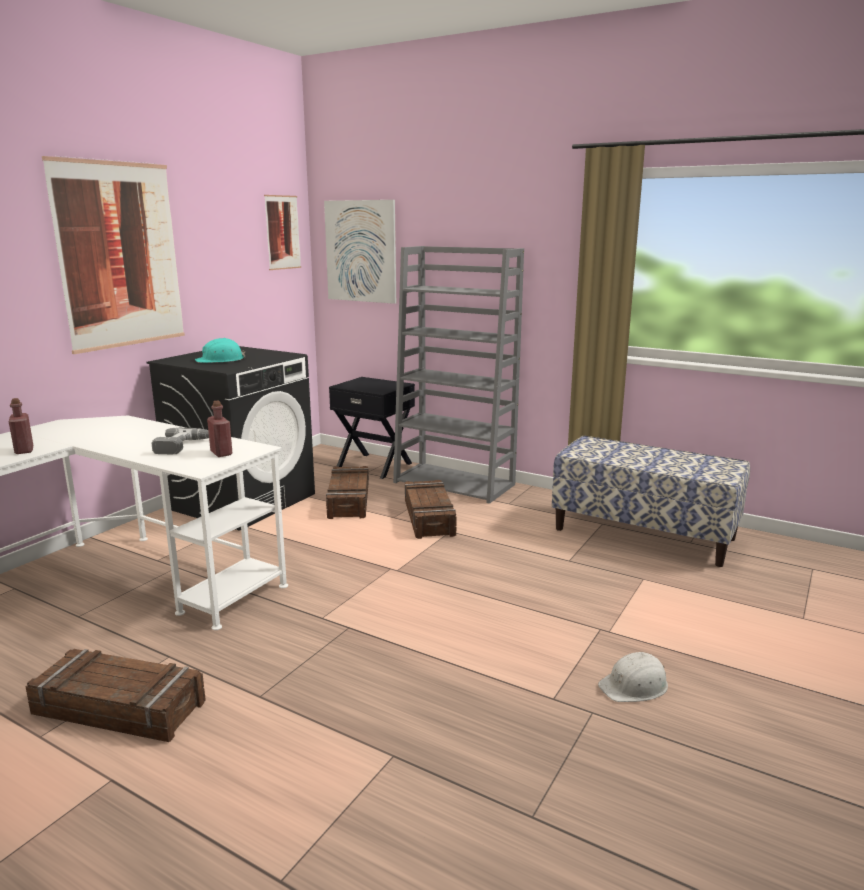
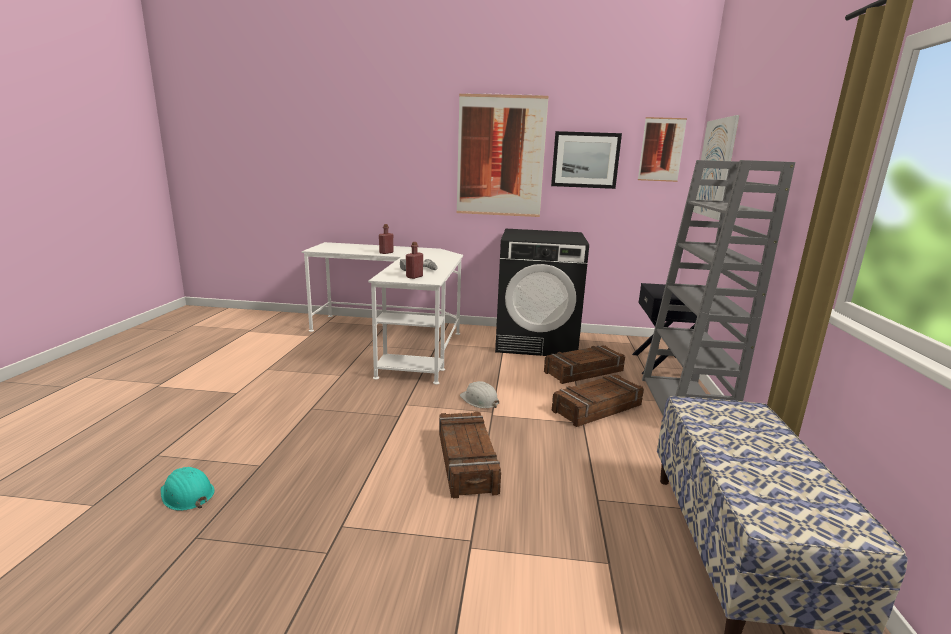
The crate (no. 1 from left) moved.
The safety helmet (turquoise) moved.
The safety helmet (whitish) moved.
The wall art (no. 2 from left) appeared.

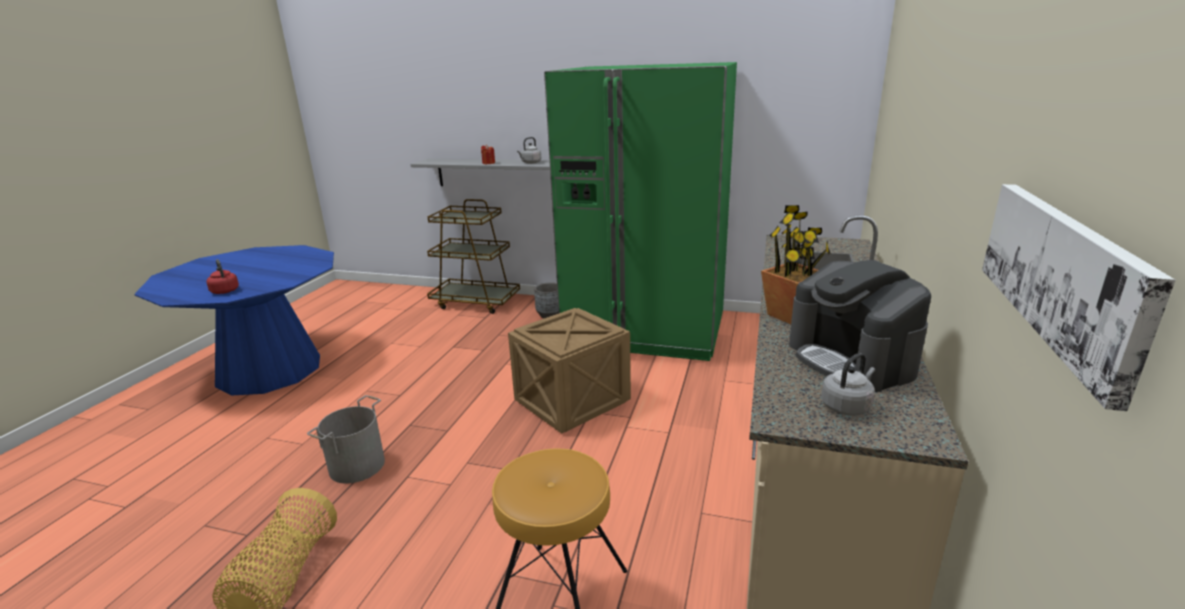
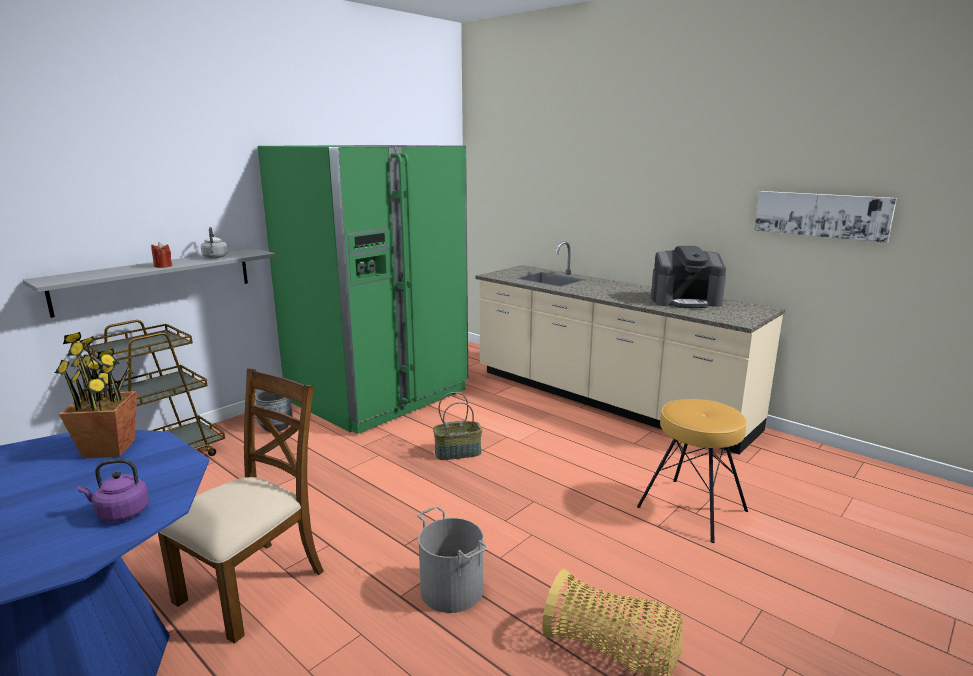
The tea kettle (red) became the tea kettle (purple).
The crate was replaced by the household basket (no. 1 from left).
The houseplant moved.
The tea kettle (greyish) (no. 2 from left) disappeared.
The chair (brownish) appeared.

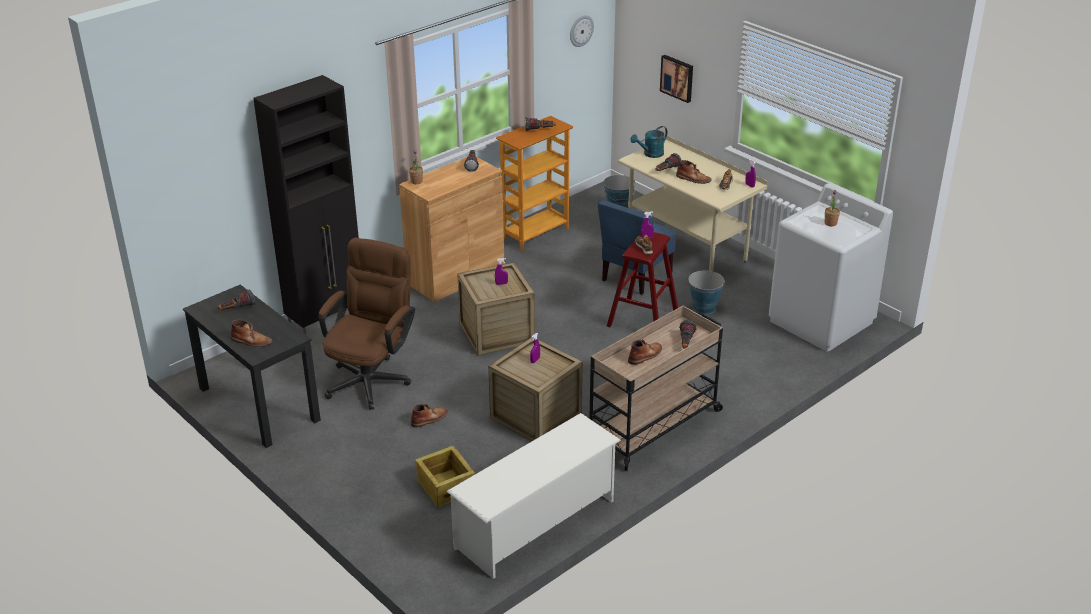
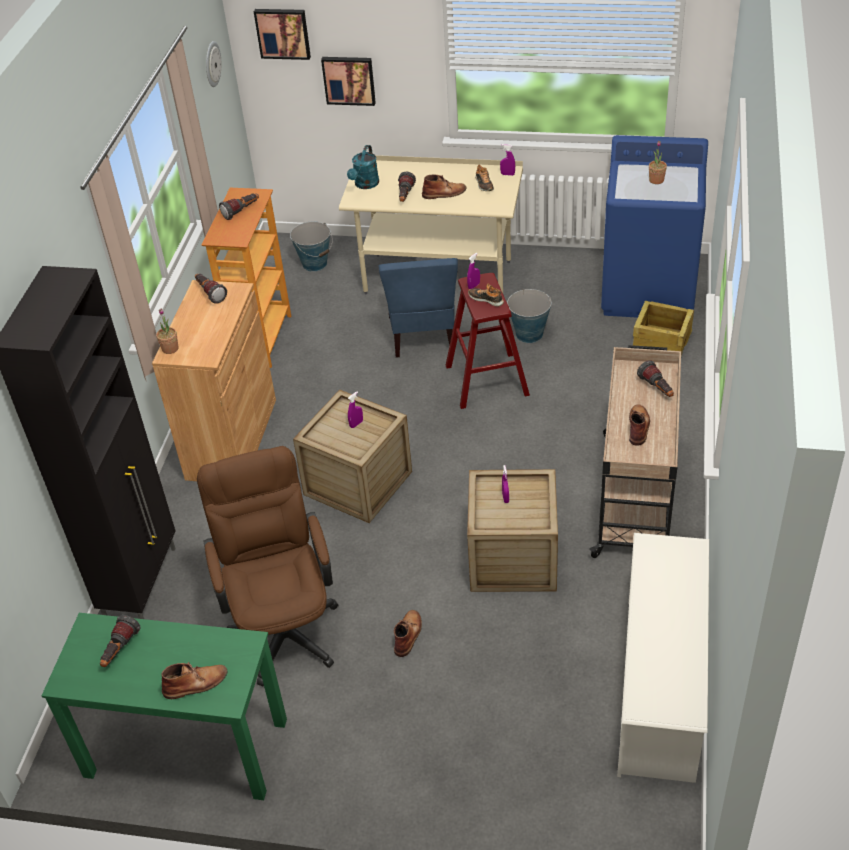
The desk table (black) became the desk table (green-coloured).
The crate (no. 1 from left in the first image) moved.
The washing machine (whitish) became the washing machine (blue-coloured).
The wall art (no. 1 from left) appeared.

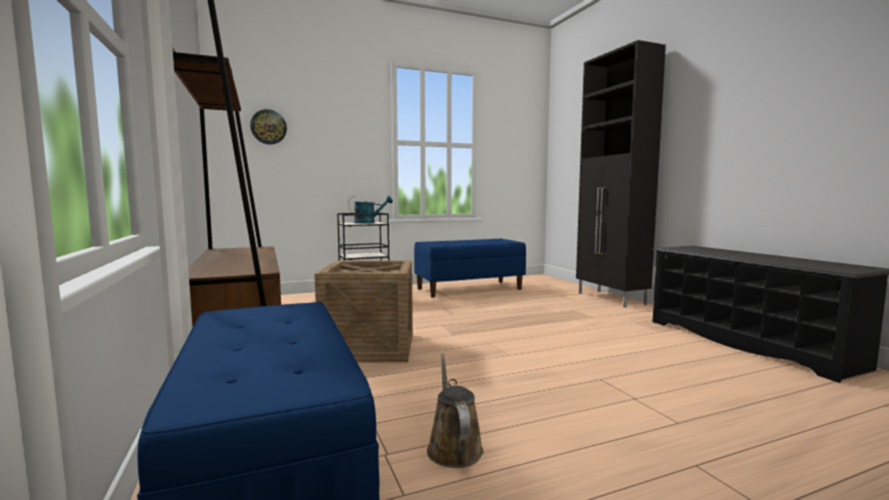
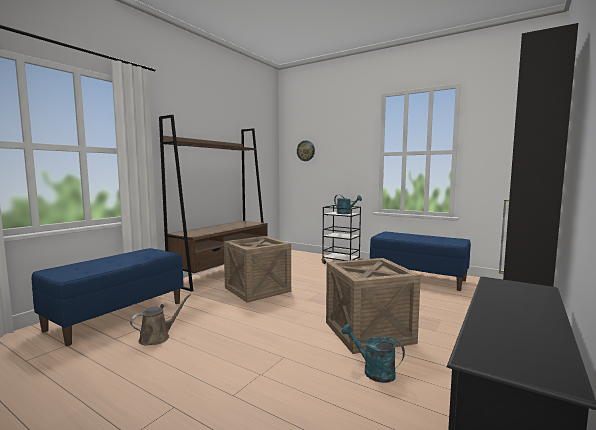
The crate (no. 2 from left) appeared.
The watering pot (turquoise) (no. 2 from left) appeared.

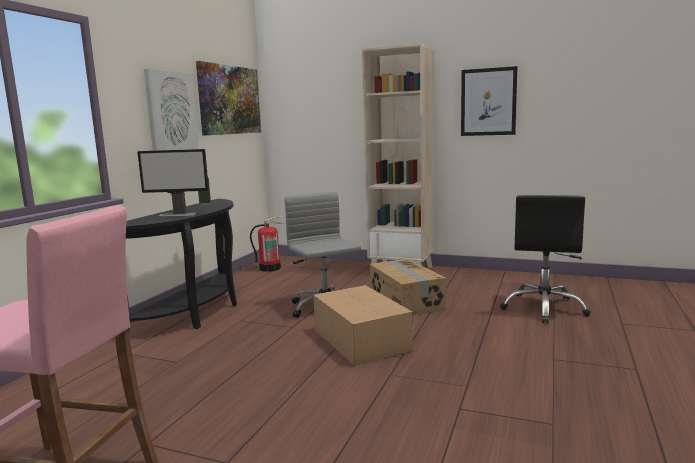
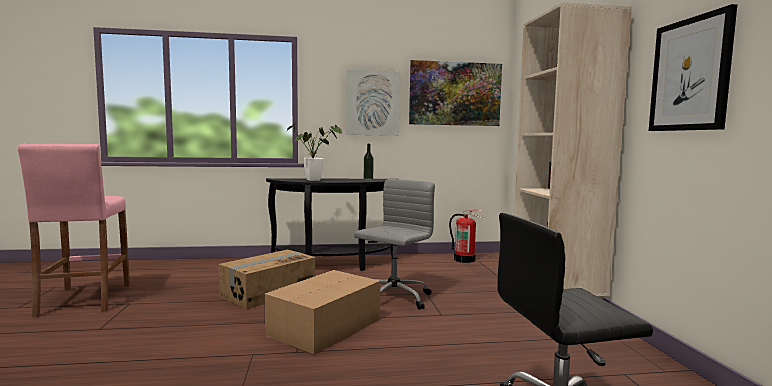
The monitor was replaced by the houseplant.
The cardboard box (no. 2 from left in the first image) moved.

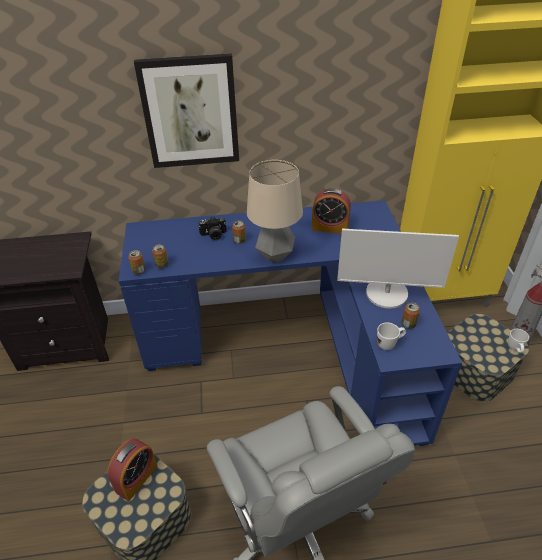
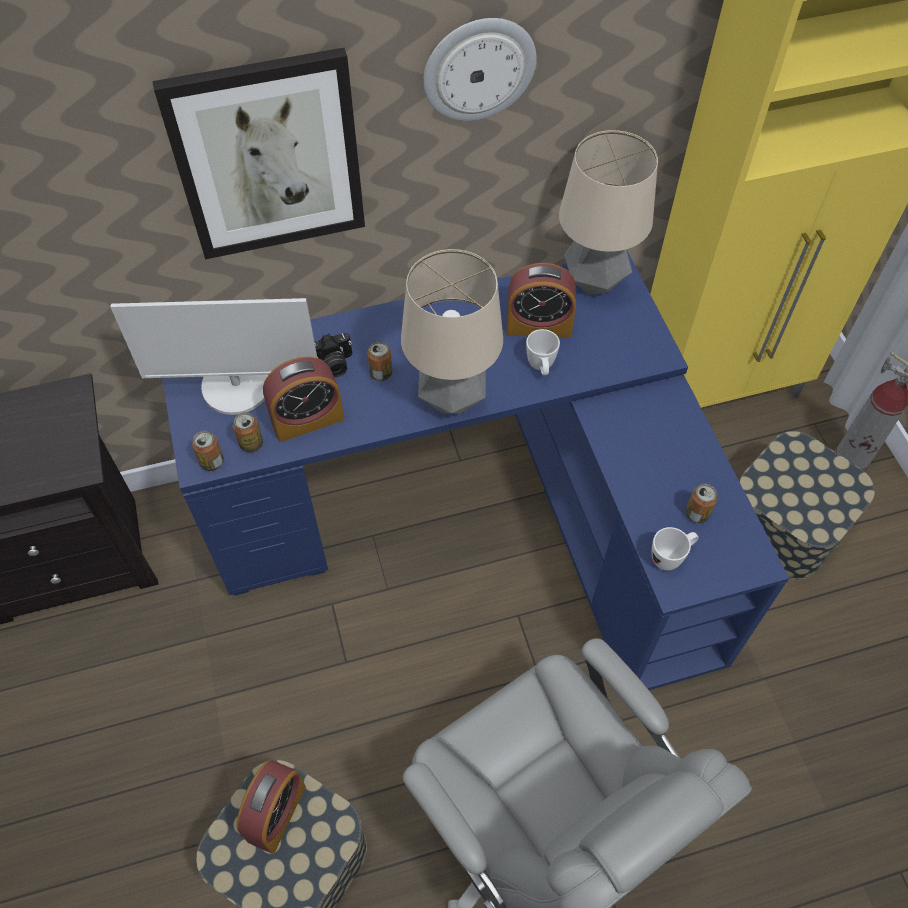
The monitor moved.
The coffee mug (whitish) (no. 2 from left in the first image) moved.
The bedside clock (no. 2 from left) appeared.
The wall clock appeared.
The lamp for a table (no. 2 from left) appeared.

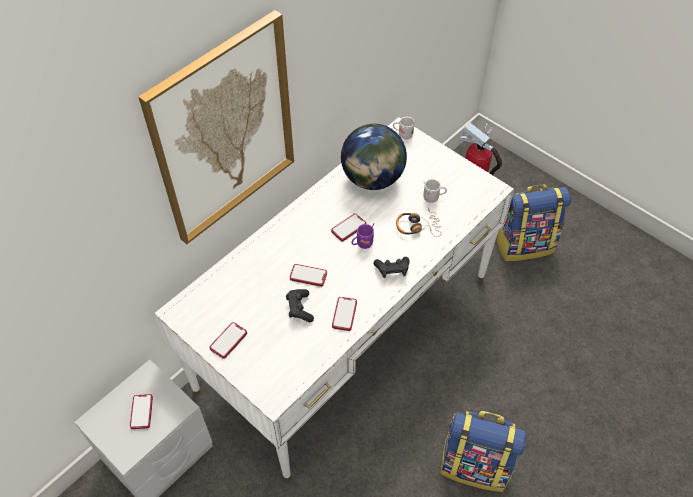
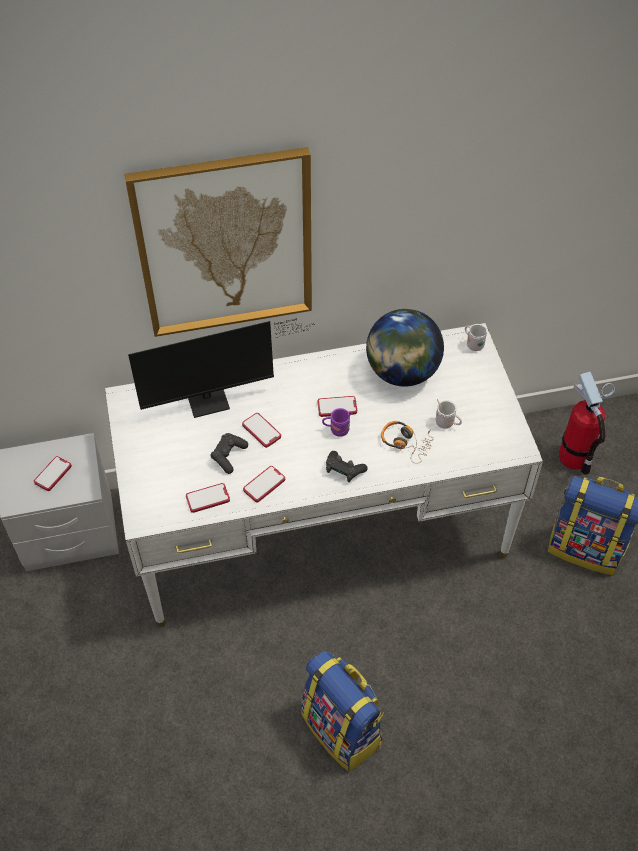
The phone (no. 2 from left) moved.
The monitor appeared.

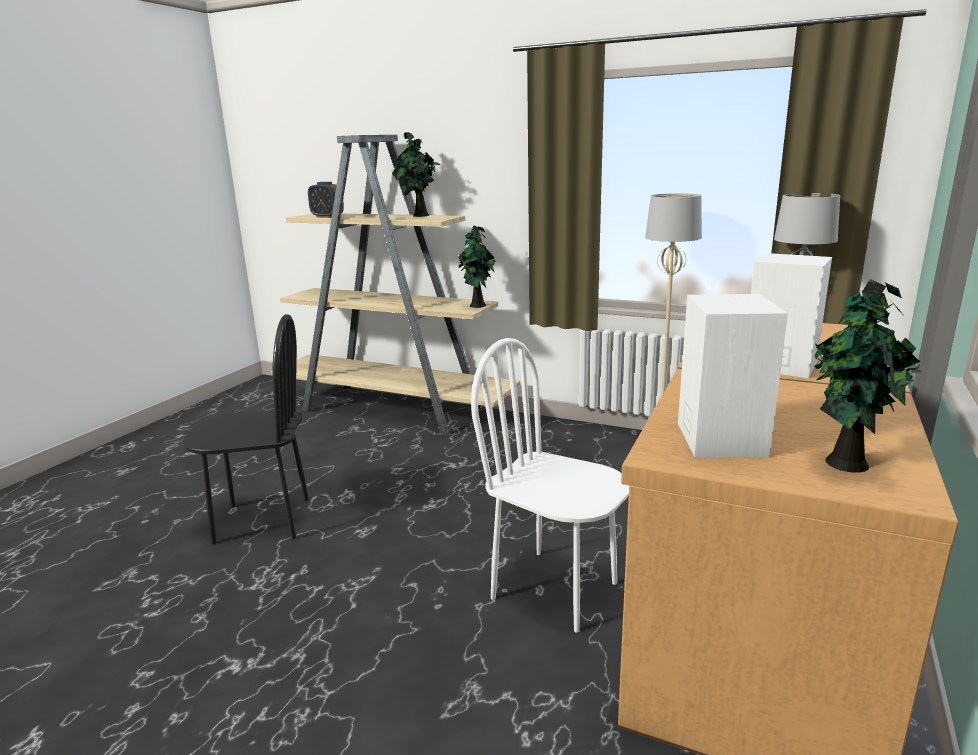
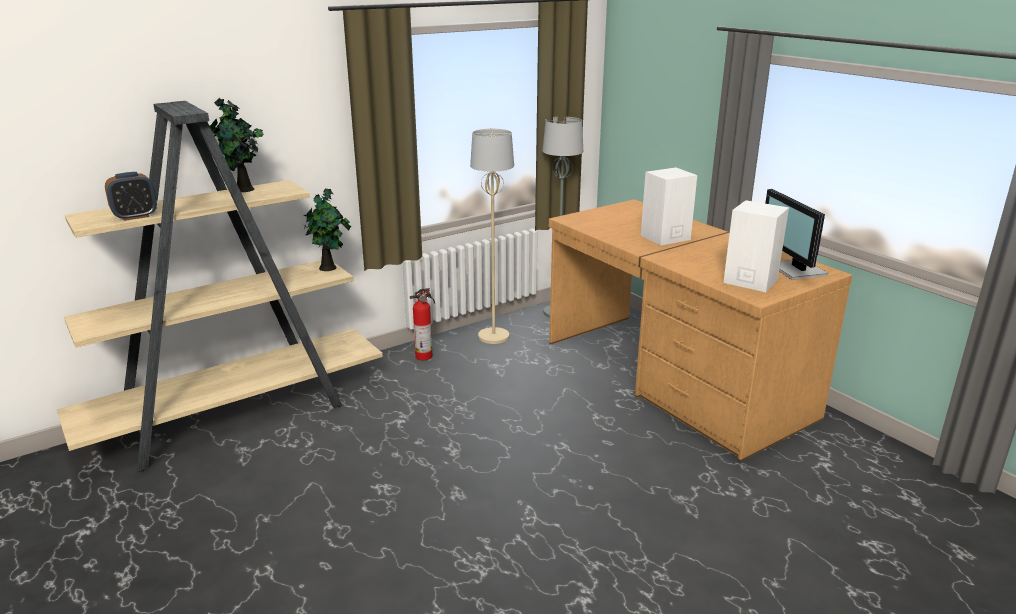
The chair (black) disappeared.
The chair (whitish) disappeared.
The houseplant (no. 3 from left) was replaced by the monitor.
The fire-fighting cylinder appeared.

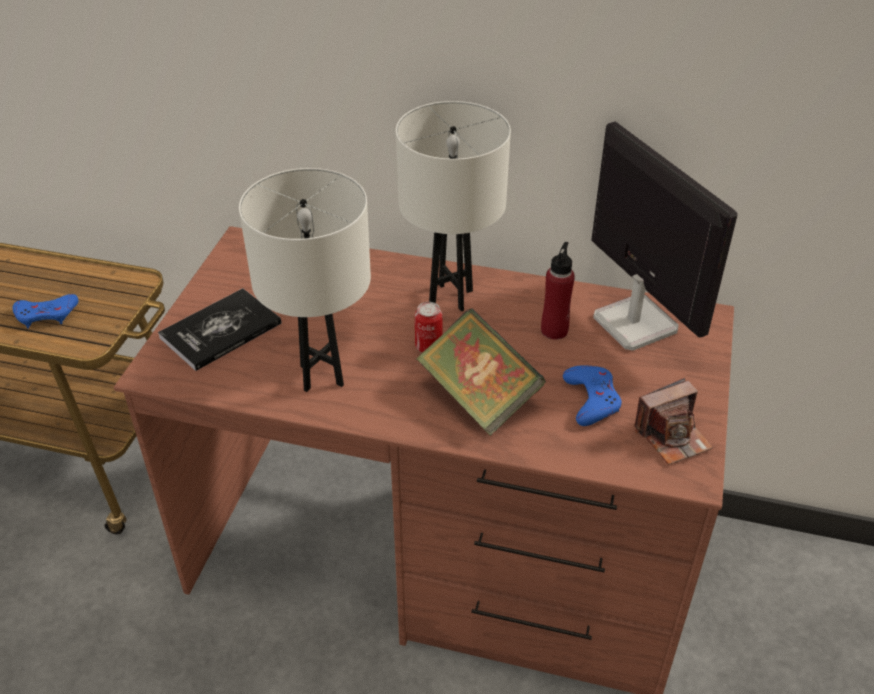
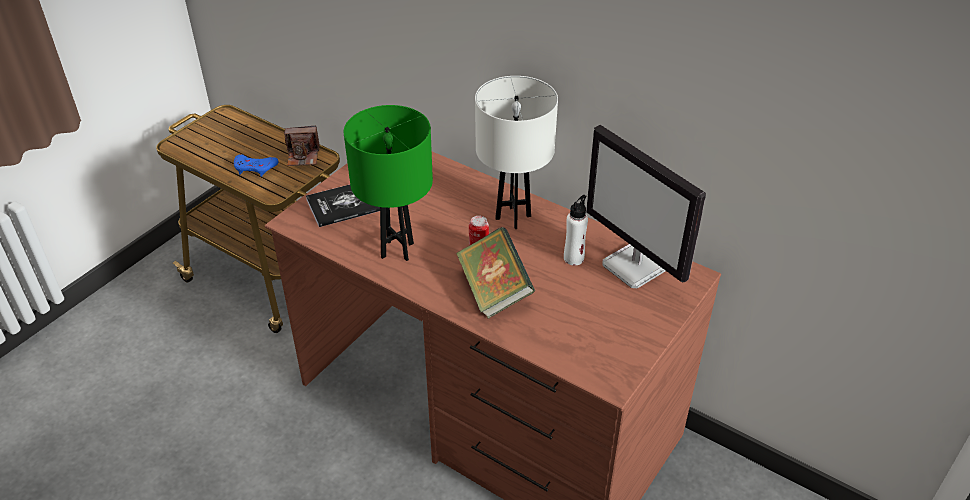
The lamp for a table (whitish) (no. 1 from left) became the lamp for a table (green-coloured).
The bottle (red) became the bottle (whitish).
The game controller (blue-coloured) (no. 2 from left) disappeared.
The monitor turned 150 degrees clockwise.
The still camera moved.

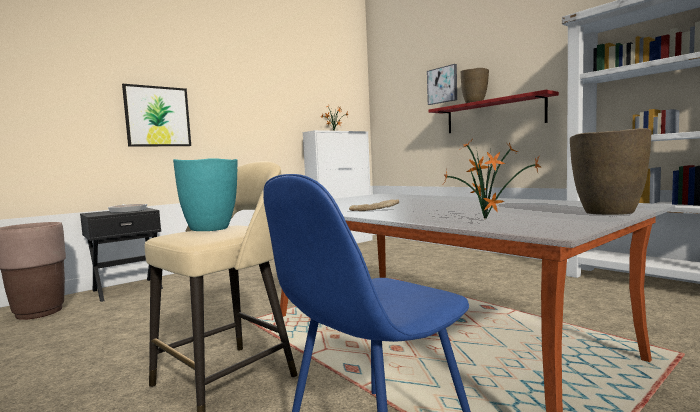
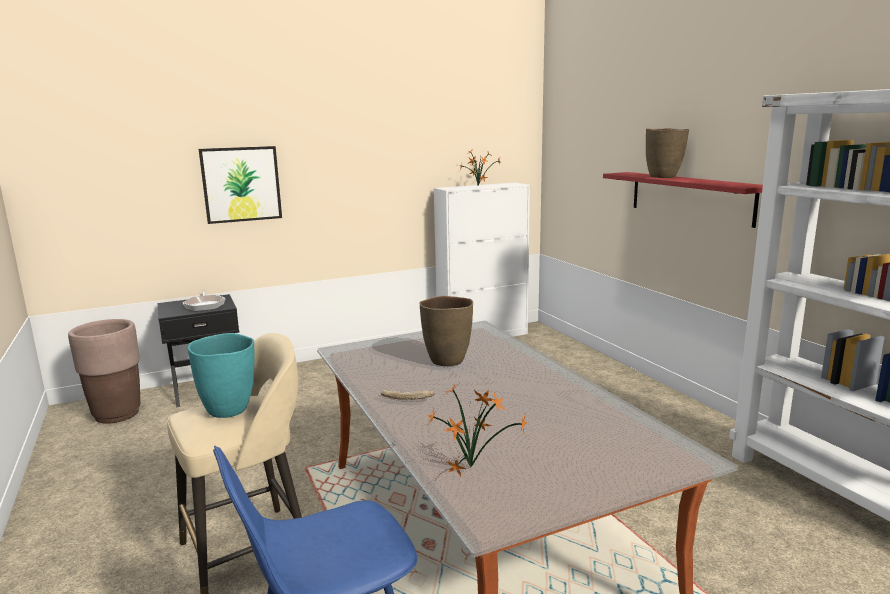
The wall art (no. 2 from left) disappeared.
The flower vase (brownish) (no. 2 from left in the first image) moved.

